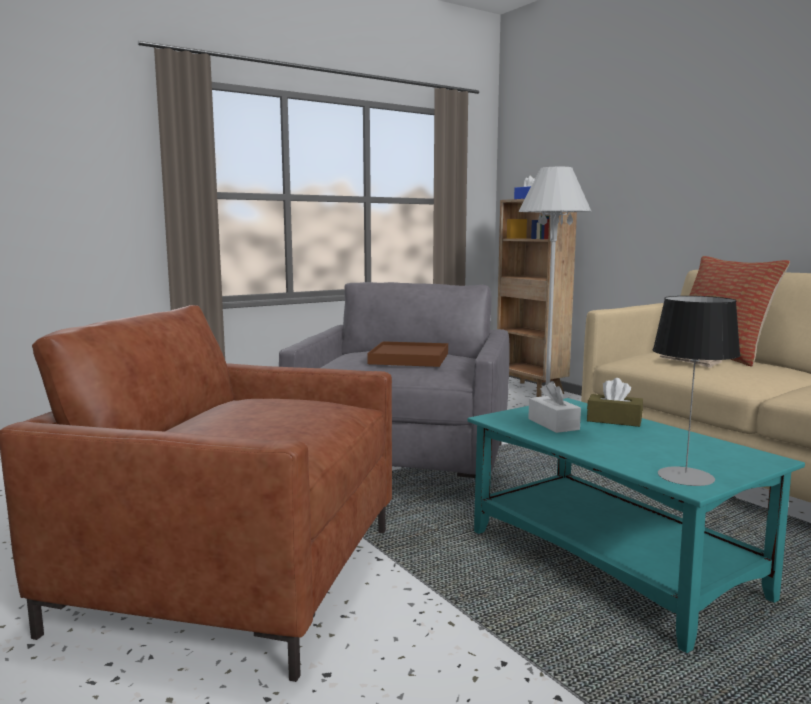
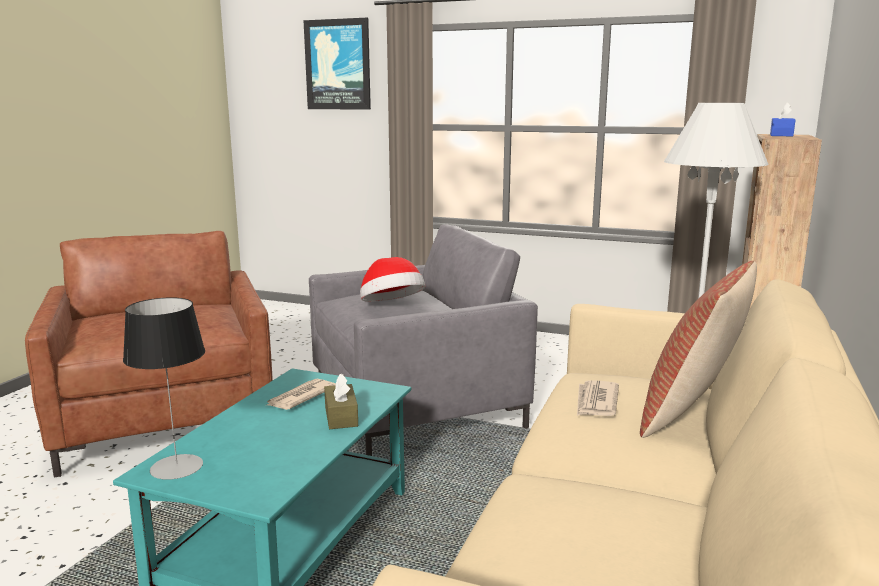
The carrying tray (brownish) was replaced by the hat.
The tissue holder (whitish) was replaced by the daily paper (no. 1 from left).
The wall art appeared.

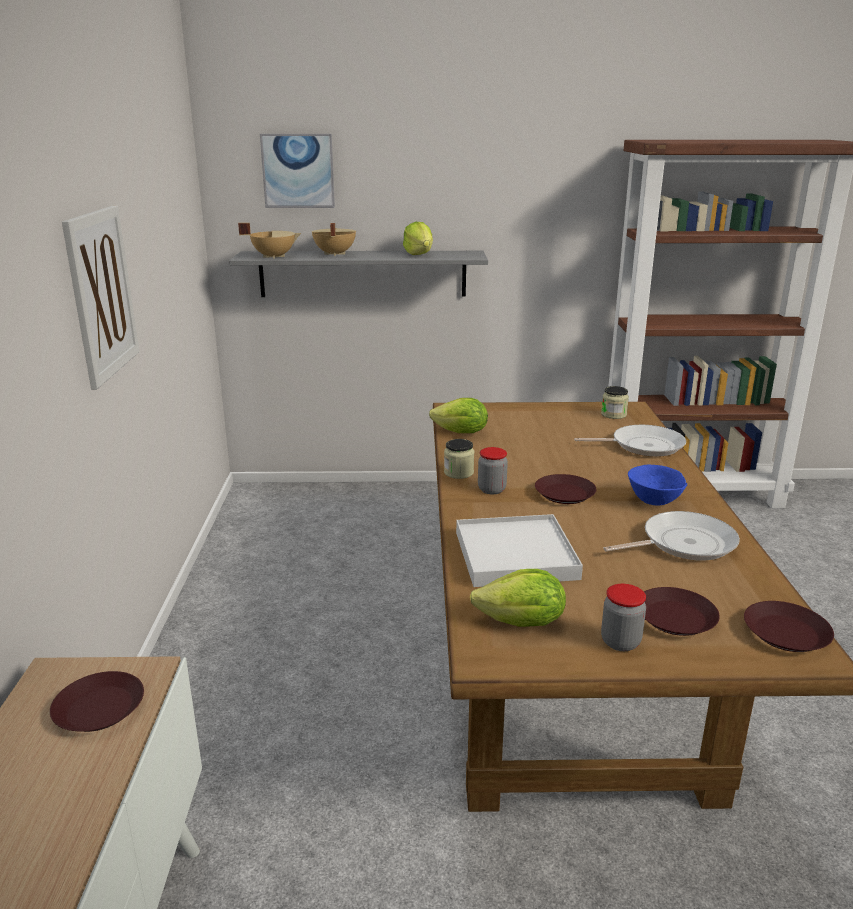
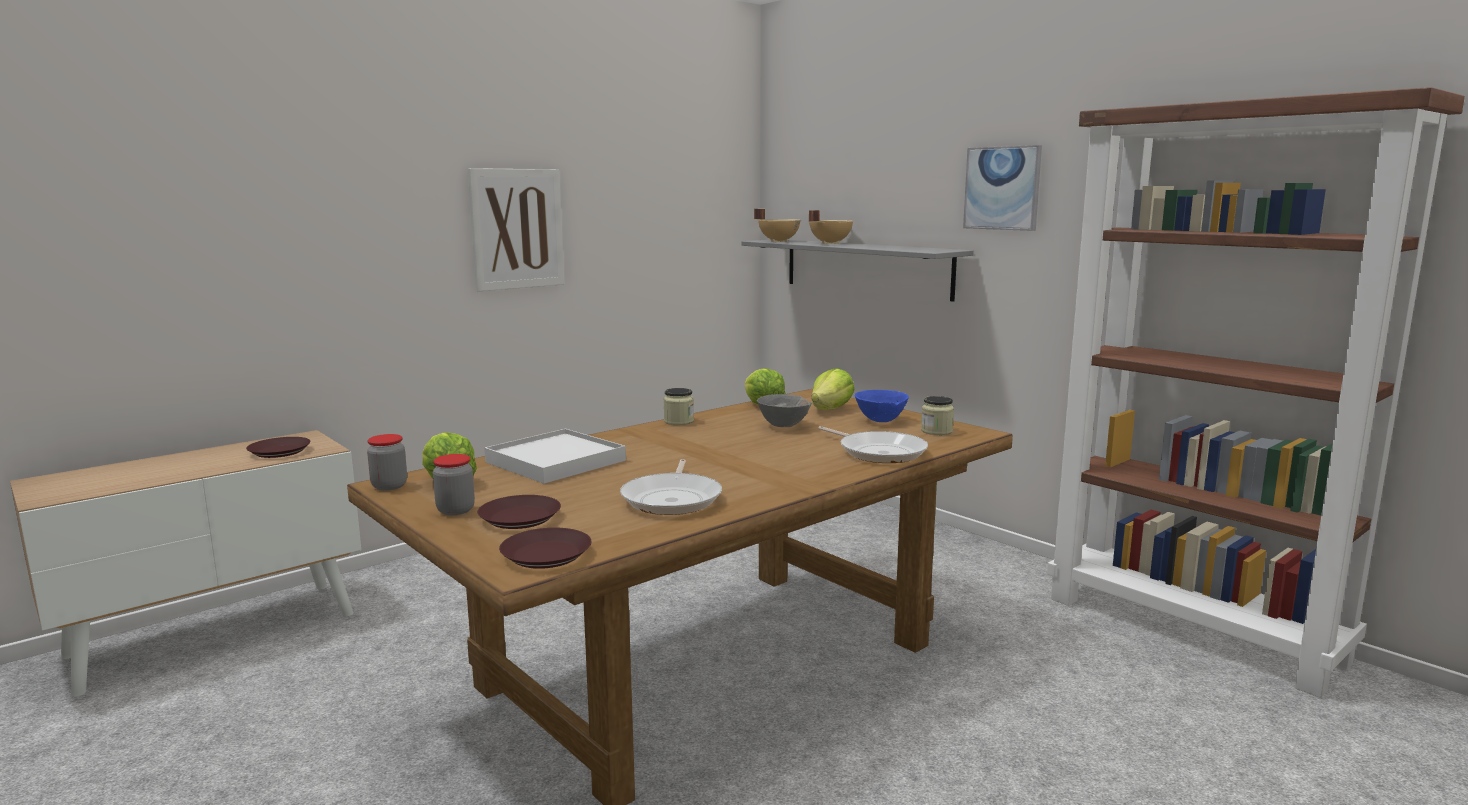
The wall art (no. 2 from left) moved.
The head of lettuce (no. 1 from left in the first image) moved.
The storage jar (no. 2 from left in the first image) moved.
The plate (brownish) (no. 2 from left) disappeared.
The frying pan (no. 2 from left in the first image) turned 60 degrees clockwise.
The serving bowl (blue-coloured) moved.
The serving bowl (greyish) appeared.

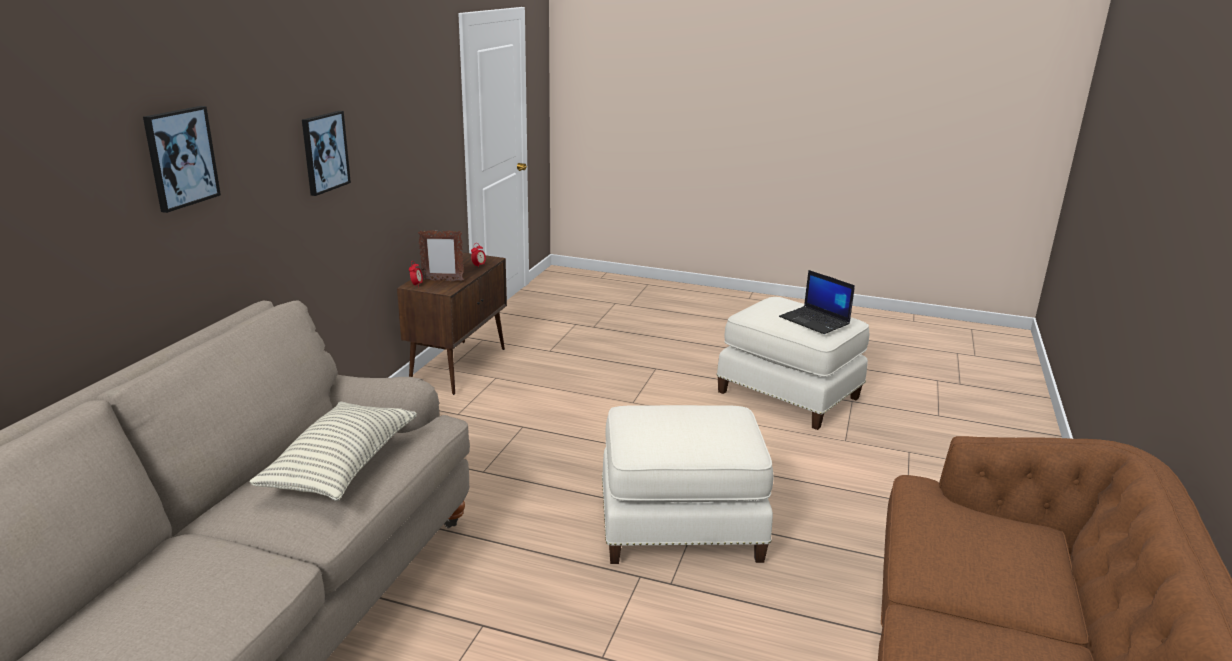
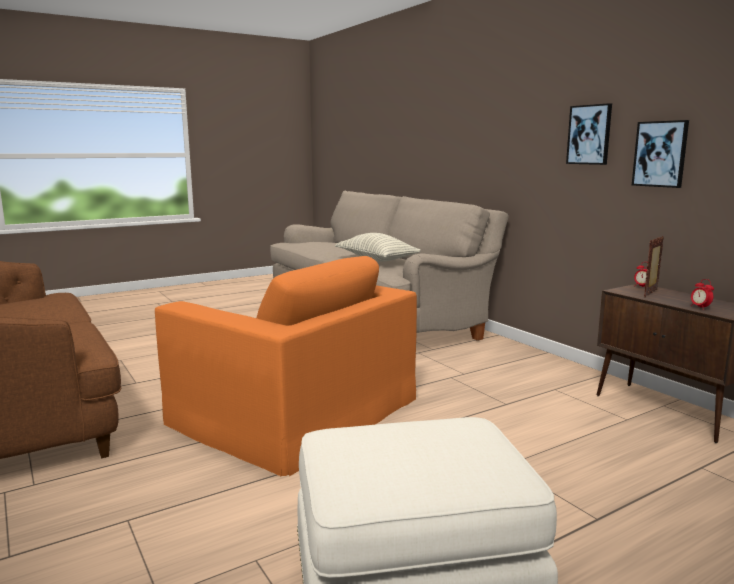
The wall art (no. 1 from left in the first image) moved.
The pouffe (whitish) (no. 1 from left) was replaced by the armchair (orange-coloured).
The notebook computer disappeared.

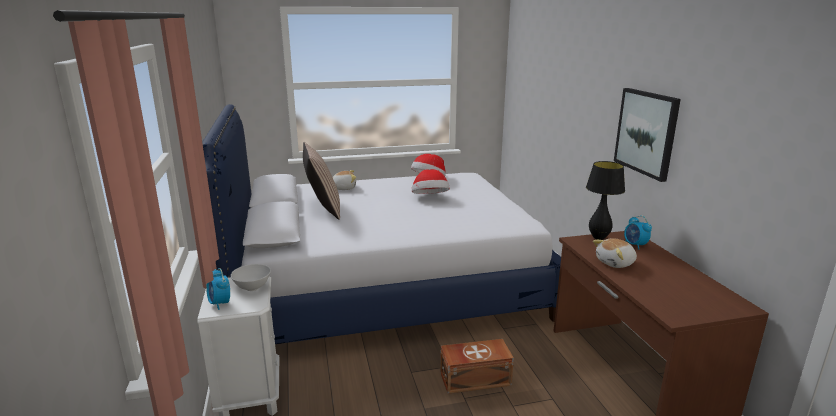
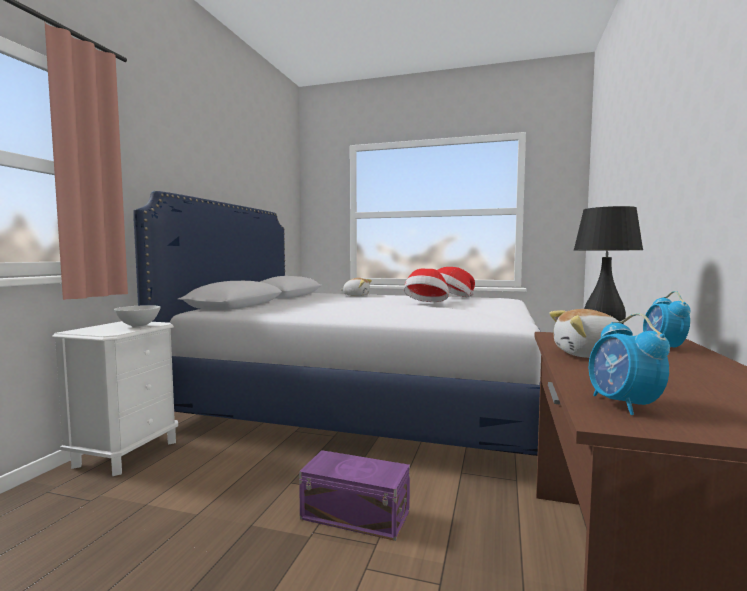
The bedside clock (no. 1 from left) moved.
The throw pillow disappeared.
The storage bin (brownish) became the storage bin (purple).
The wall art disappeared.

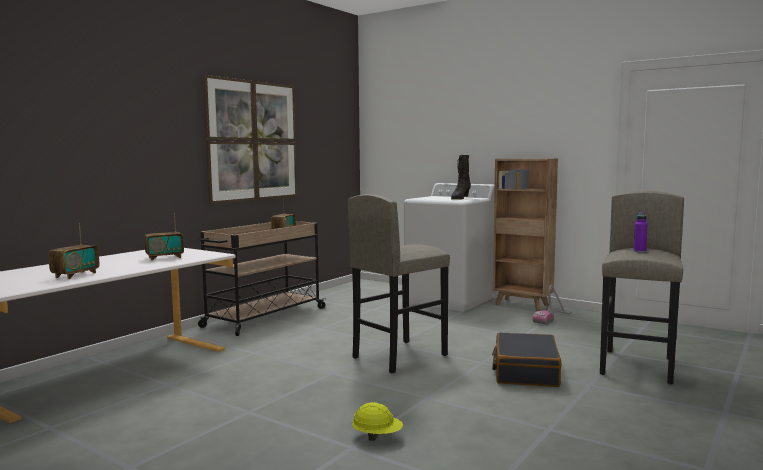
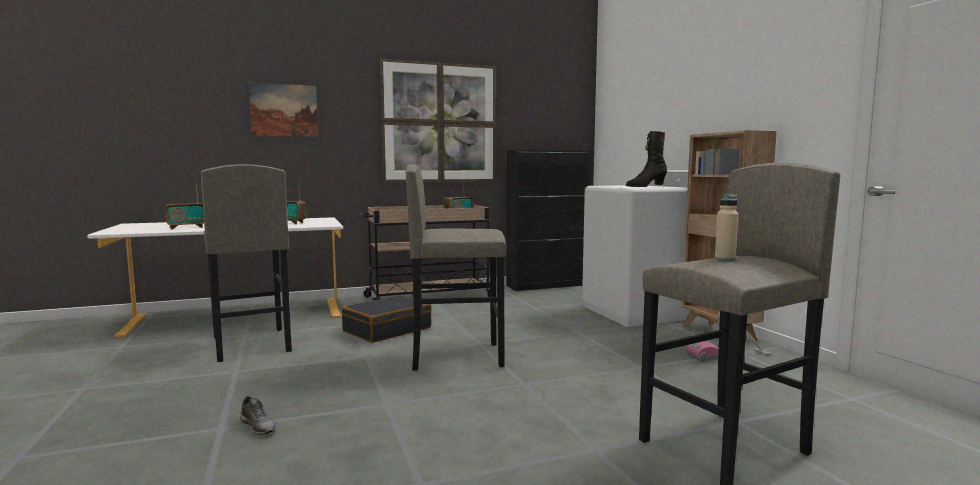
The safety helmet (yellow) was replaced by the item of footwear (greyish).
The piece of luggage (black) moved.
The bottle (purple) became the bottle (beige).
The sitting stool (greyish) (no. 1 from left) appeared.
The wall art (no. 1 from left) appeared.
The storage cabinet (black) appeared.

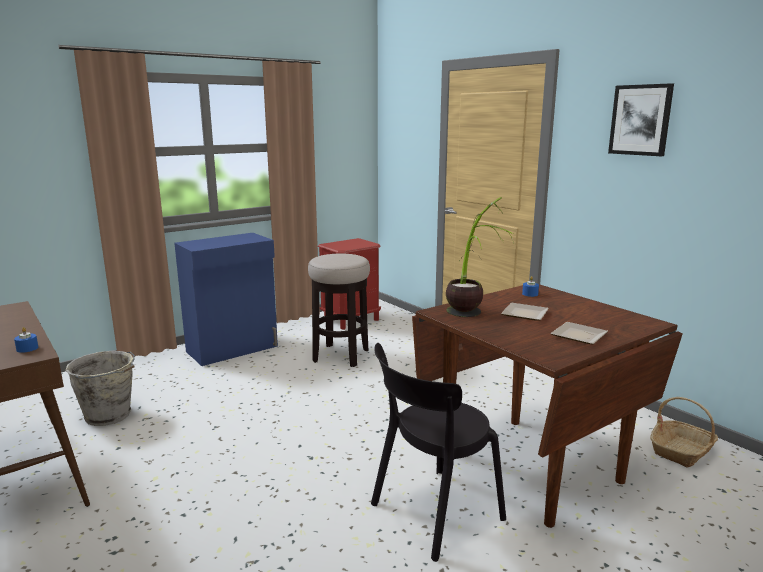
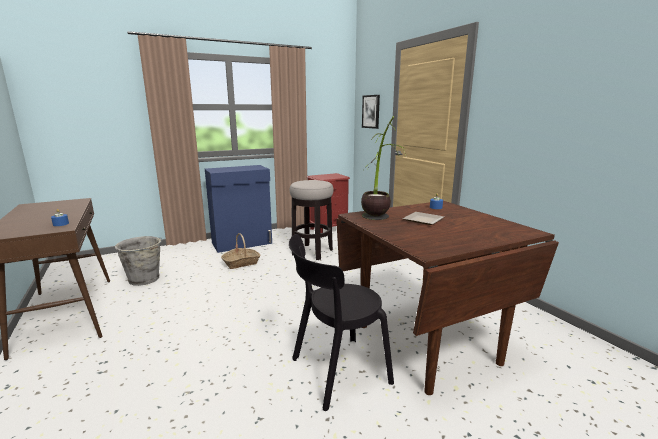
The plate (no. 2 from left) disappeared.
The wall art moved.
The household basket moved.

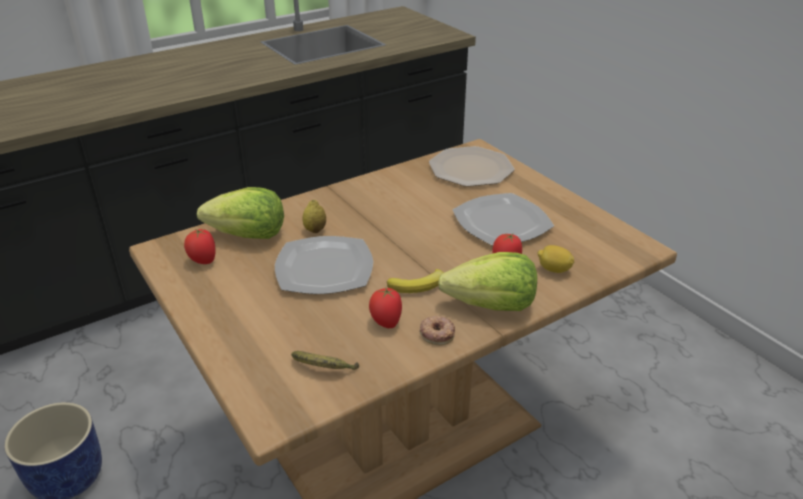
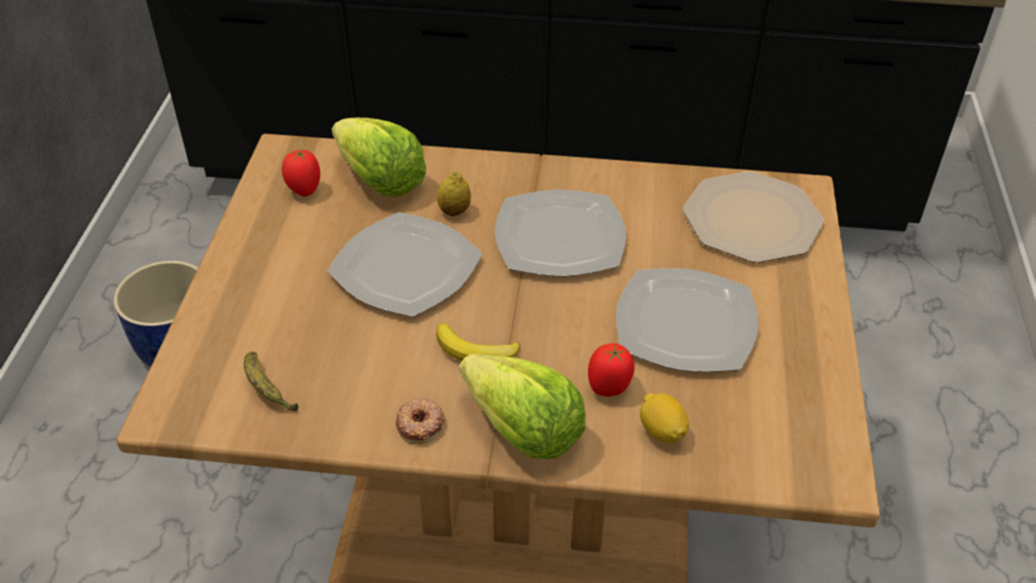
The tomato (no. 2 from left) disappeared.
The plate (no. 2 from left) appeared.

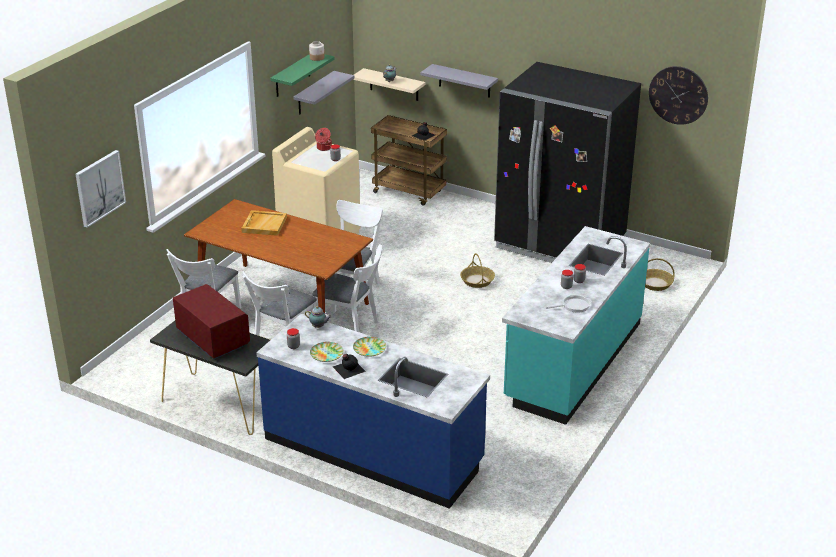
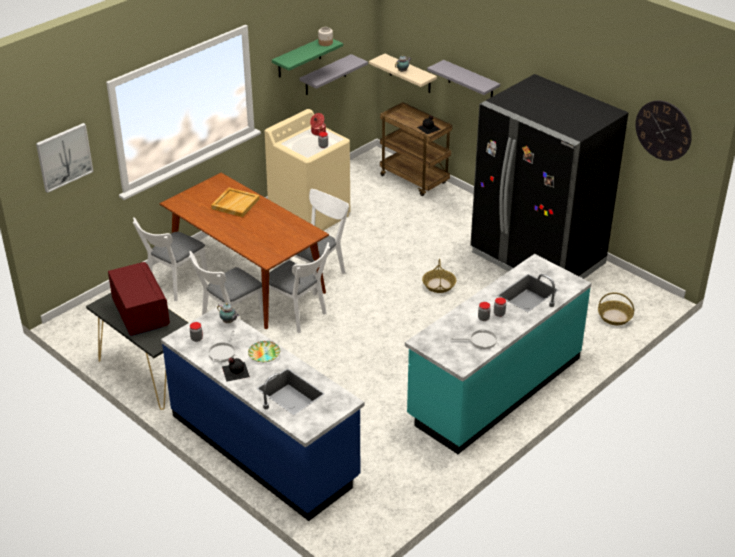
The plate (no. 1 from left) was replaced by the frying pan (no. 1 from left).

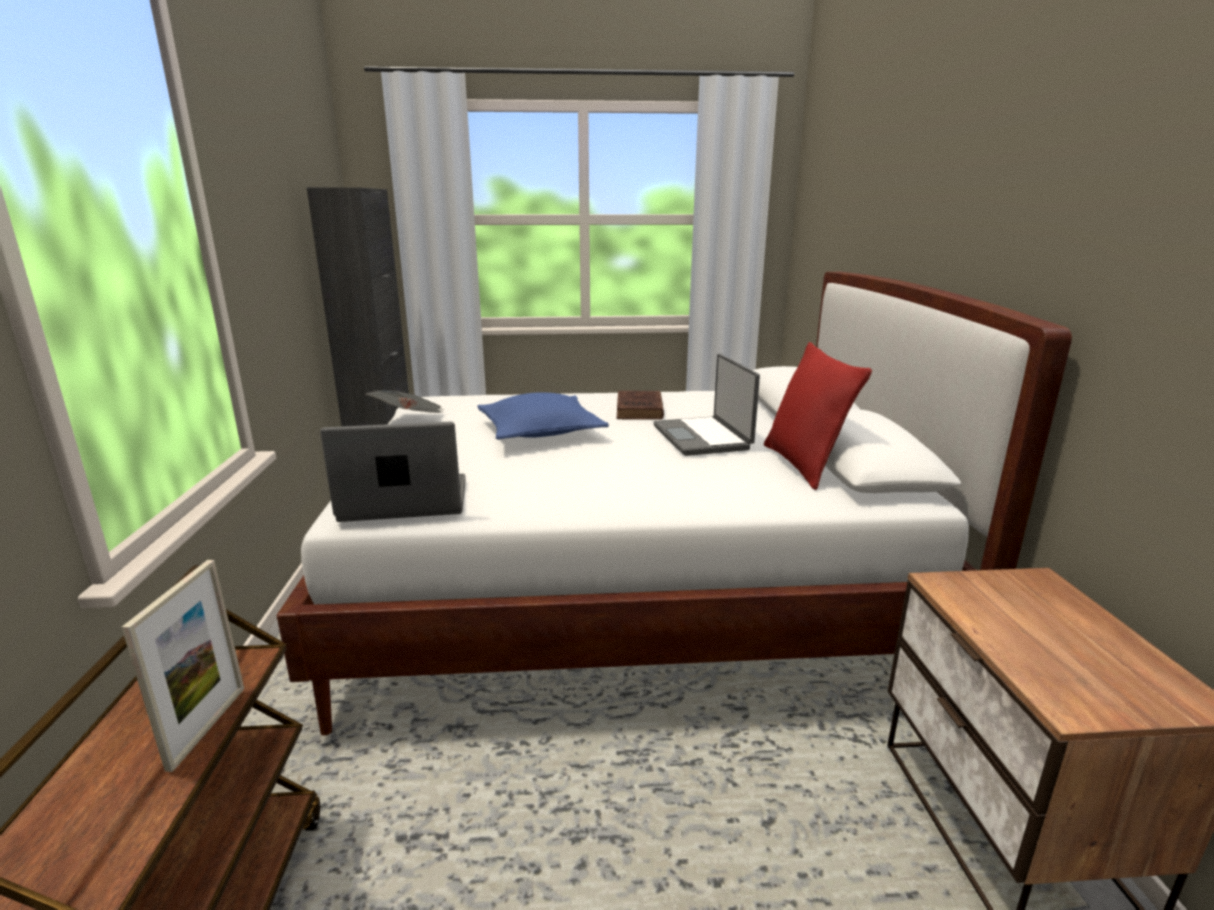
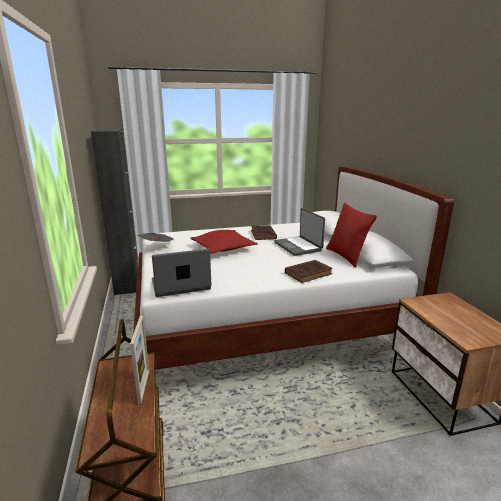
The throw pillow (blue-coloured) became the throw pillow (red) (no. 1 from left).
The book (brownish) (no. 2 from left) appeared.

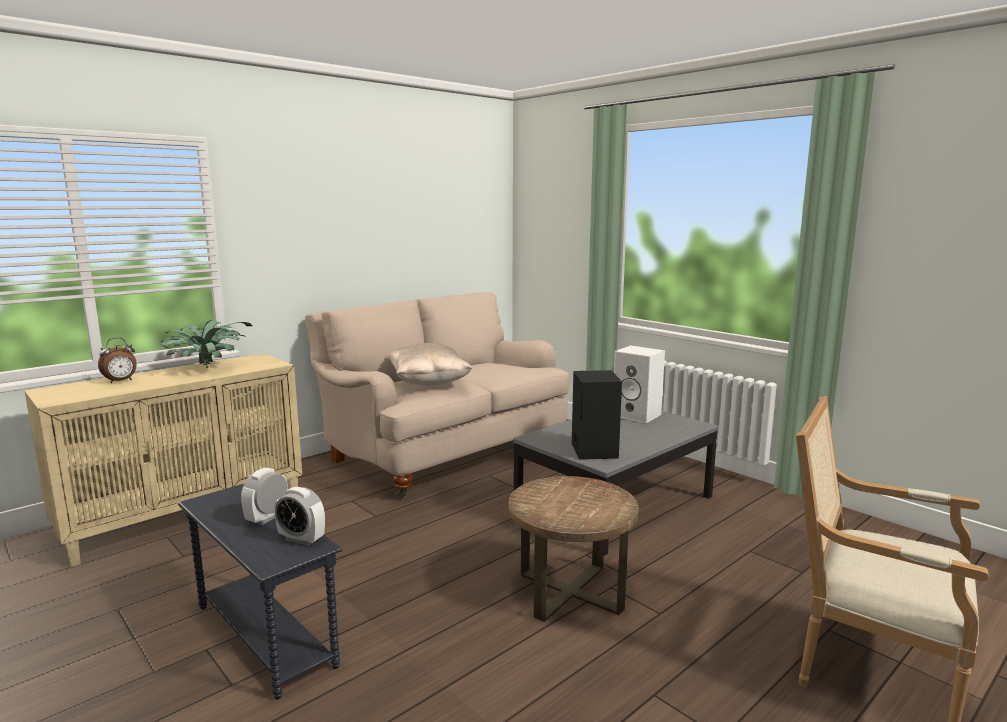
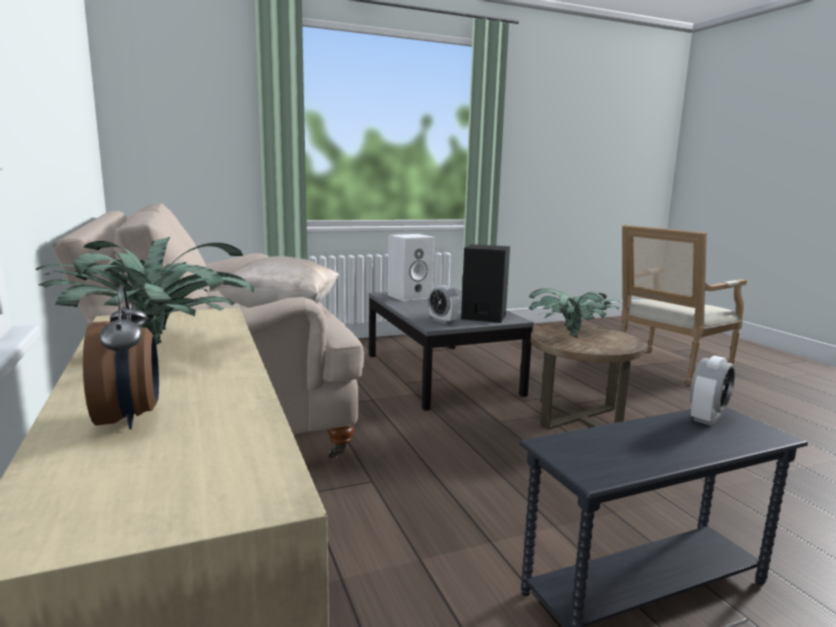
The bedside clock (no. 2 from left) moved.
The houseplant (no. 2 from left) appeared.

